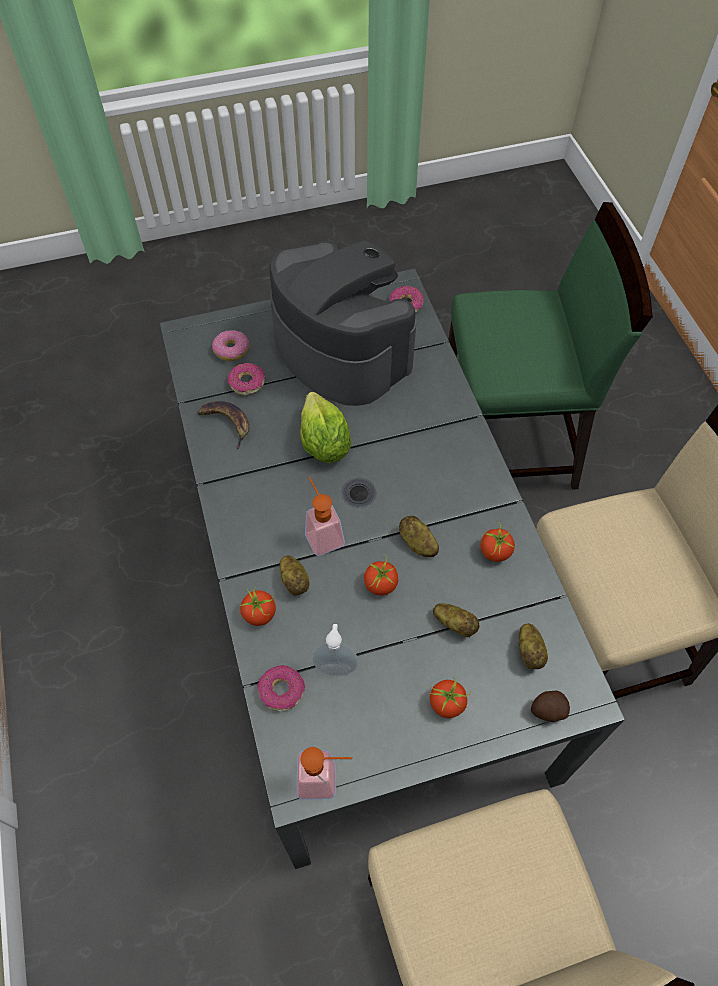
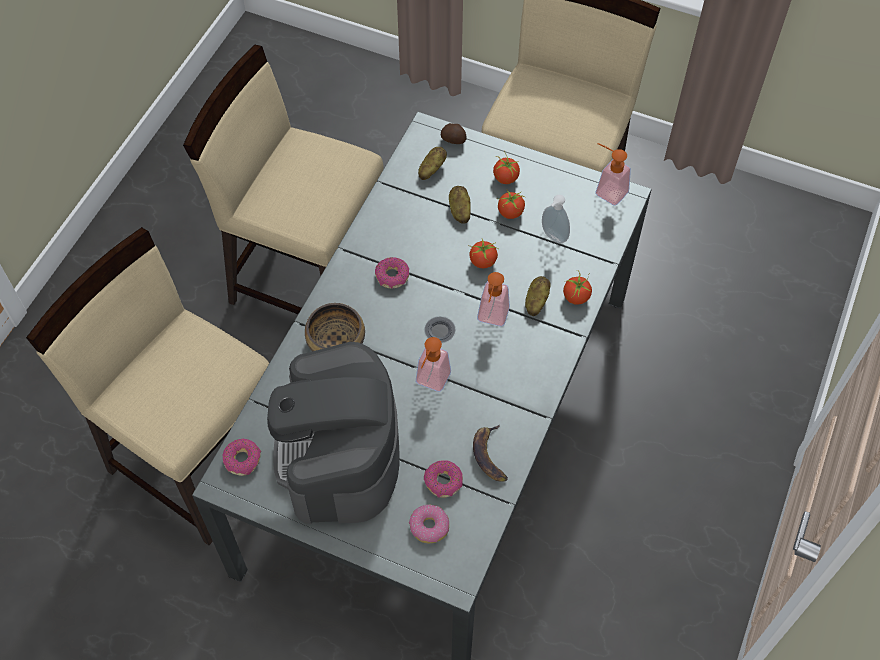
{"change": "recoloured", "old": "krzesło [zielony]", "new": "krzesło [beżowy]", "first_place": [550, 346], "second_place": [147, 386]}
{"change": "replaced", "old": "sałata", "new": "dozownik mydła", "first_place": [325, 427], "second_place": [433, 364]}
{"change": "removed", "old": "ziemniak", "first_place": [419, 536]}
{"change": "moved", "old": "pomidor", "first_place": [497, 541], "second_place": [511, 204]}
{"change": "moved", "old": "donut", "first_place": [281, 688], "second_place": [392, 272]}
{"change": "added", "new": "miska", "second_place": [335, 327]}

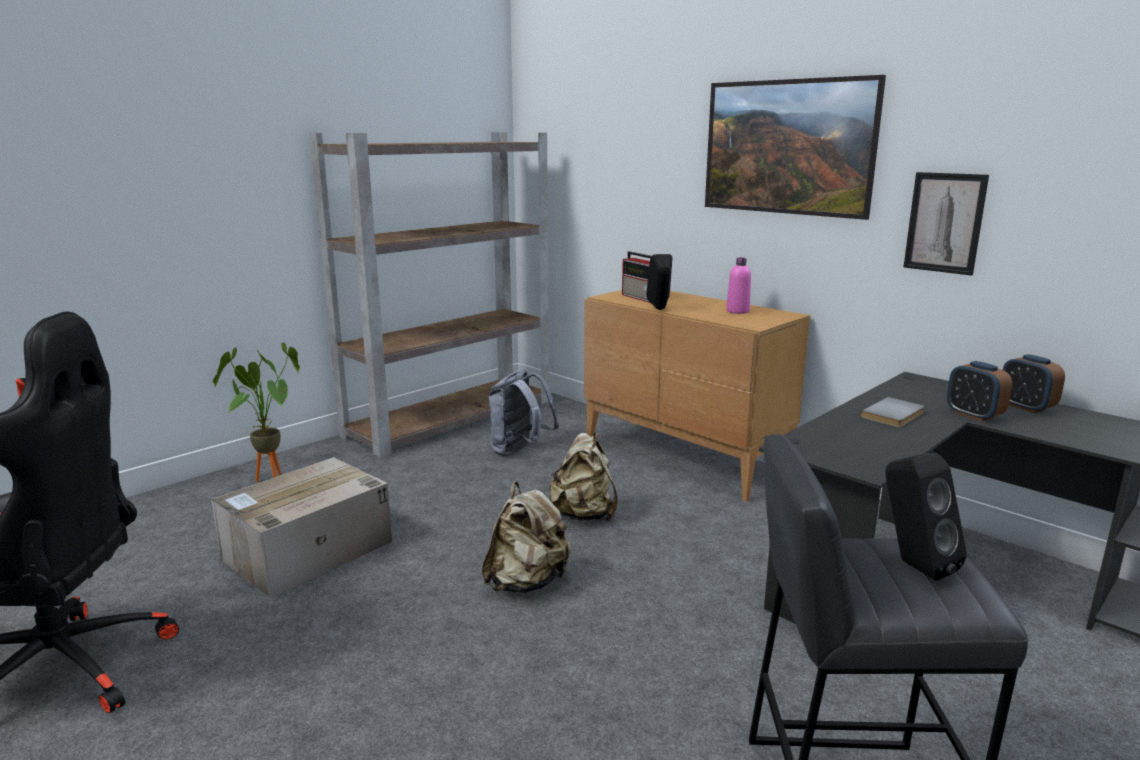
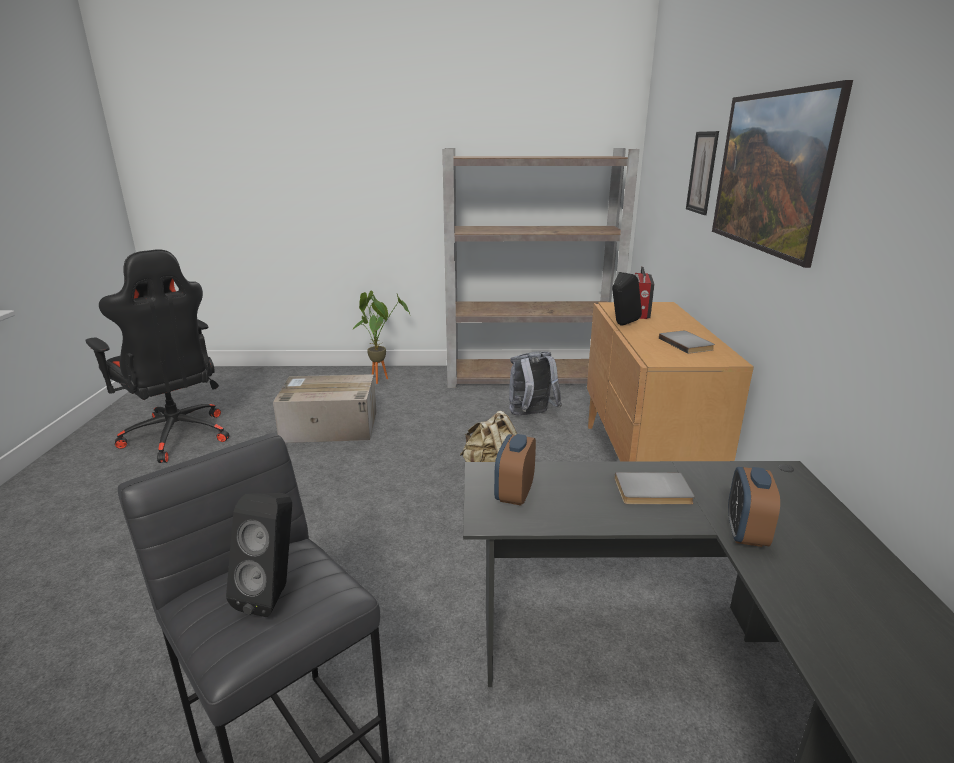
{"change": "moved", "old": "obraz", "first_place": [946, 224], "second_place": [702, 173]}
{"change": "replaced", "old": "butelka [różowy]", "new": "książka [szary]", "first_place": [738, 285], "second_place": [687, 342]}
{"change": "moved", "old": "budzik", "first_place": [1034, 383], "second_place": [515, 469]}
{"change": "removed", "old": "plecak [beżowy]", "first_place": [526, 537]}

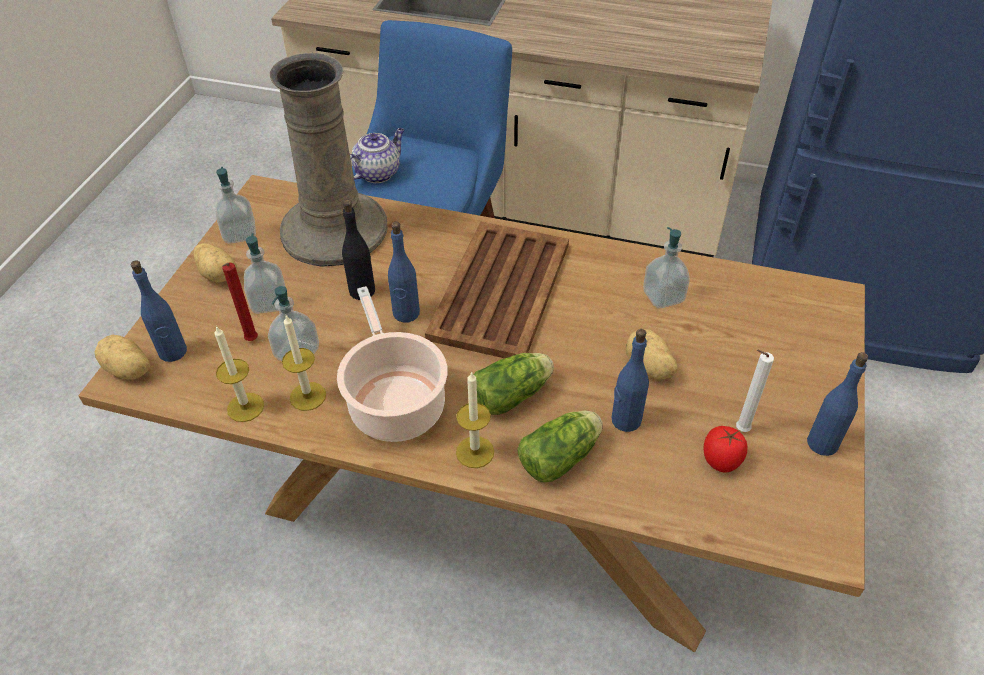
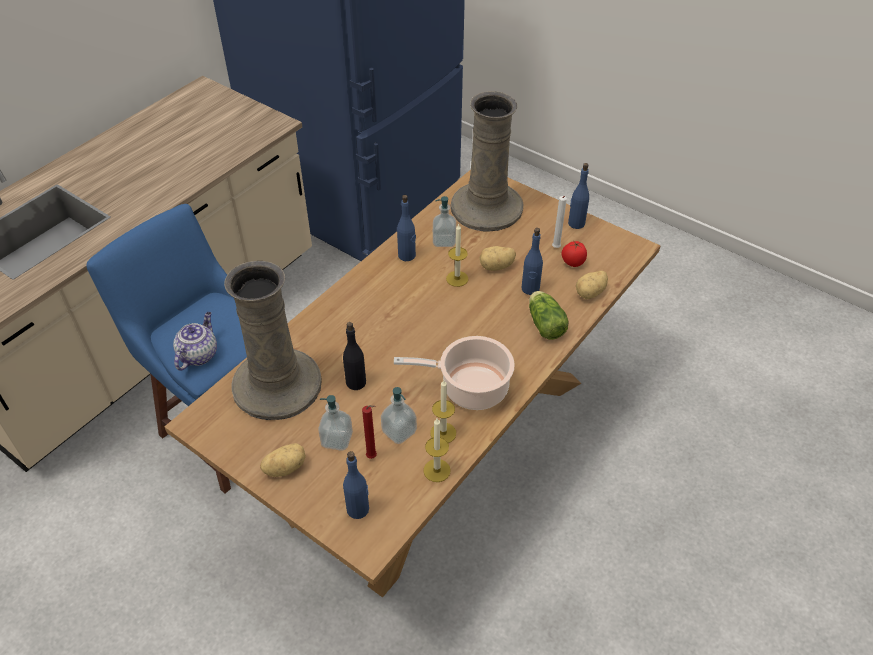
{"change": "turned", "old": "imbryk", "first_place": [377, 155], "second_place": [195, 341], "degrees": 45}
{"change": "removed", "old": "dozownik mydła", "first_place": [235, 205]}
{"change": "moved", "old": "butelka [niebieski]", "first_place": [404, 272], "second_place": [406, 228]}
{"change": "removed", "old": "taca [brązowy]", "first_place": [497, 290]}
{"change": "moved", "old": "ziemniak", "first_place": [122, 357], "second_place": [592, 285]}
{"change": "removed", "old": "sałata", "first_place": [514, 384]}
{"change": "moved", "old": "świeca", "first_place": [475, 419], "second_place": [457, 255]}
{"change": "added", "new": "wazon [beżowy]", "second_place": [487, 161]}

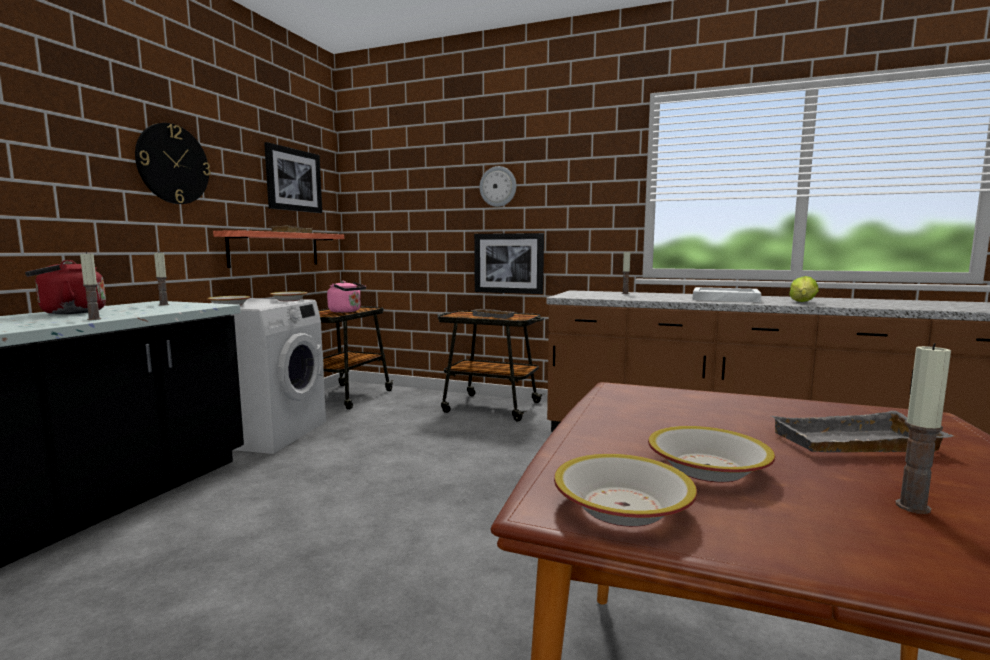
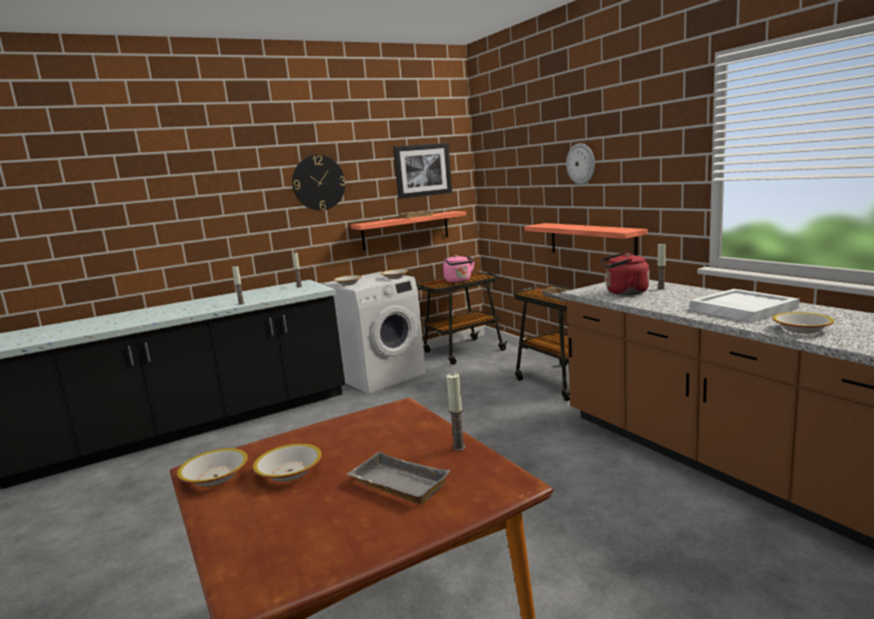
{"change": "replaced", "old": "obraz", "new": "półka", "first_place": [509, 263], "second_place": [586, 239]}
{"change": "moved", "old": "czajnik [czerwony]", "first_place": [65, 287], "second_place": [625, 274]}
{"change": "replaced", "old": "sałata", "new": "miska", "first_place": [804, 289], "second_place": [803, 322]}
{"change": "moved", "old": "świeca", "first_place": [923, 428], "second_place": [456, 412]}

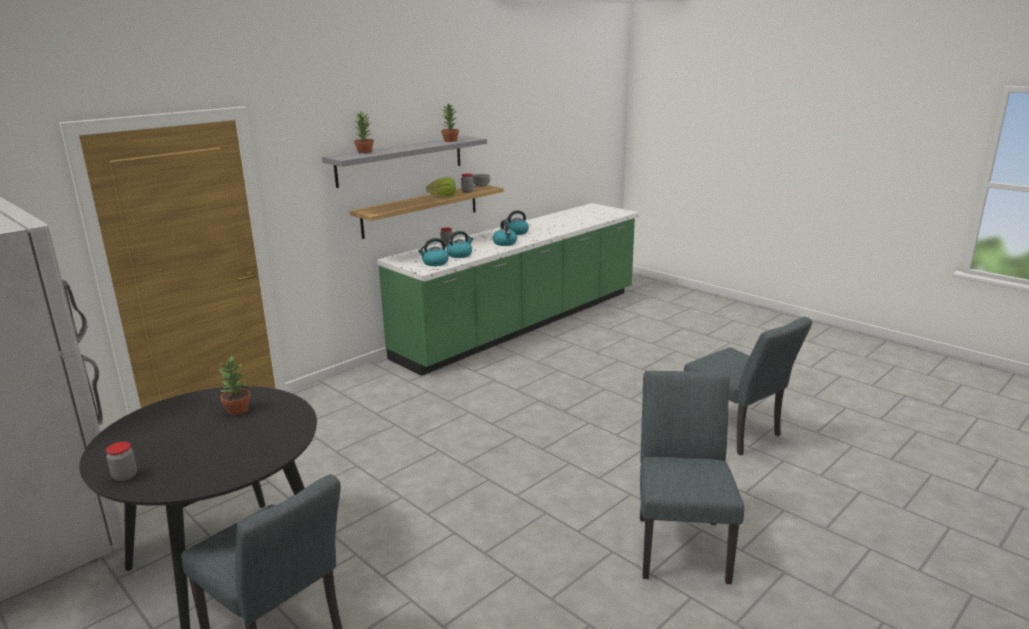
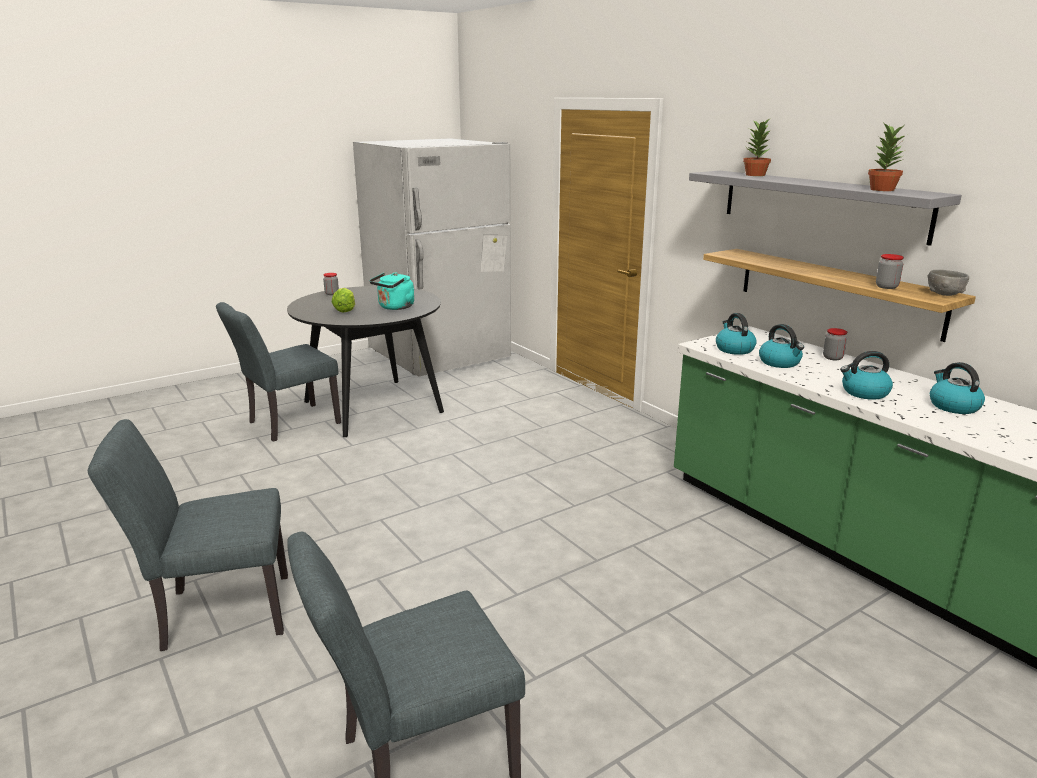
{"change": "moved", "old": "sałata", "first_place": [441, 187], "second_place": [343, 300]}
{"change": "replaced", "old": "roślina doniczkowa", "new": "czajnik [turkusowy]", "first_place": [235, 385], "second_place": [392, 291]}
{"change": "turned", "old": "krzesło [szary]", "first_place": [692, 477], "second_place": [188, 535], "degrees": 150}

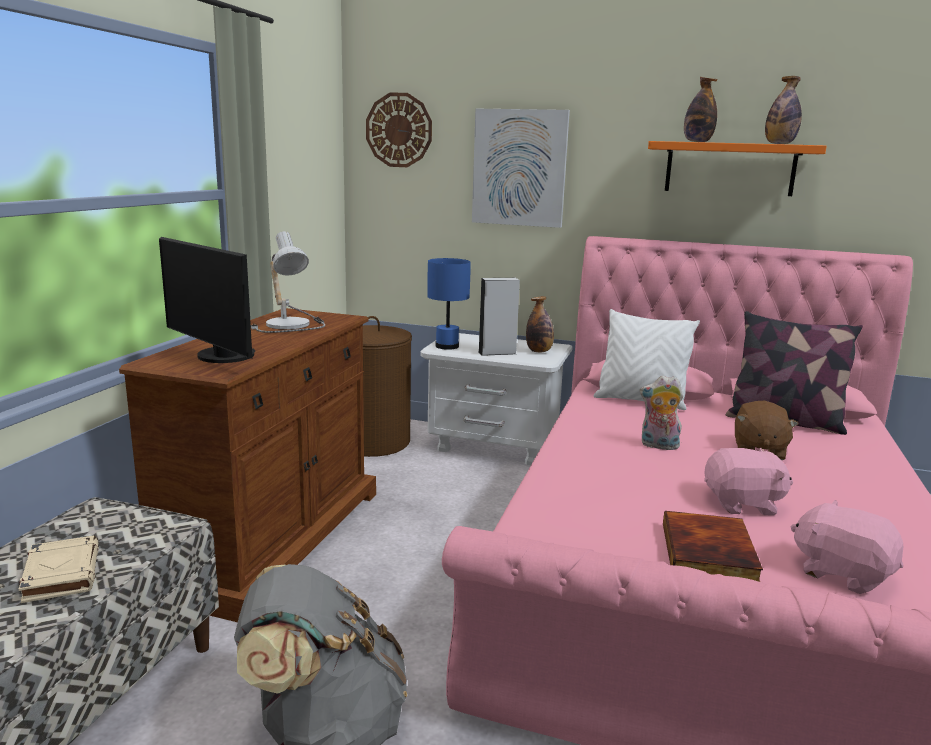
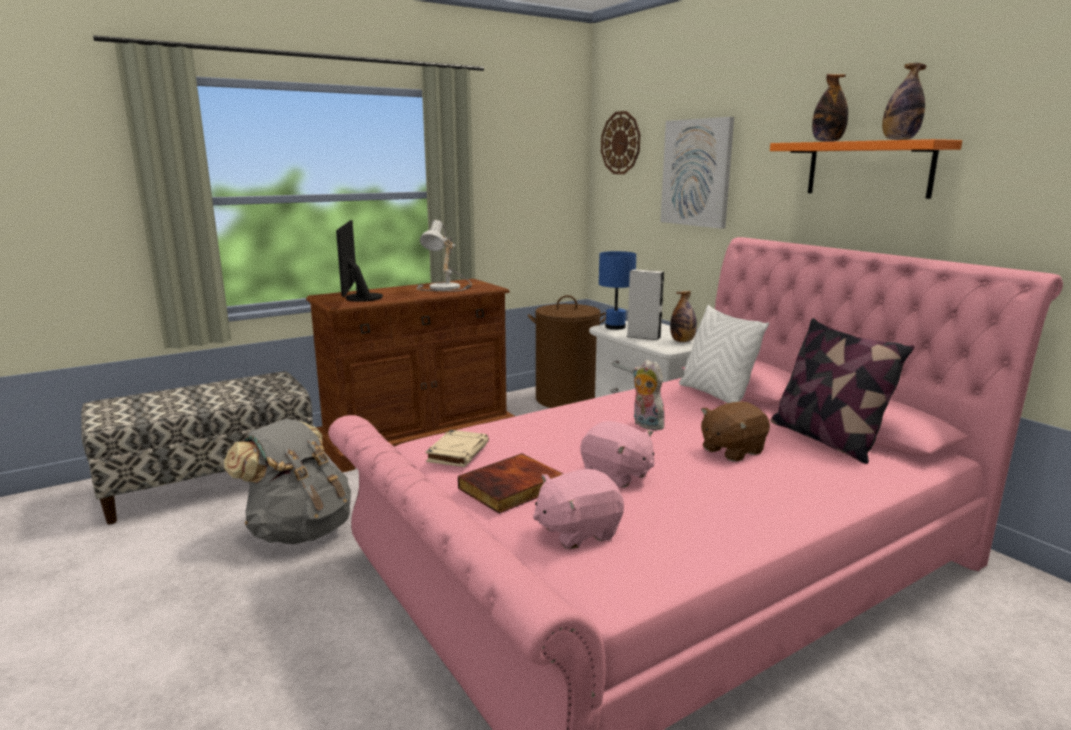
{"change": "turned", "old": "pluszak [różowy]", "first_place": [847, 547], "second_place": [578, 509], "degrees": -105}
{"change": "moved", "old": "książka [beżowy]", "first_place": [59, 569], "second_place": [457, 448]}

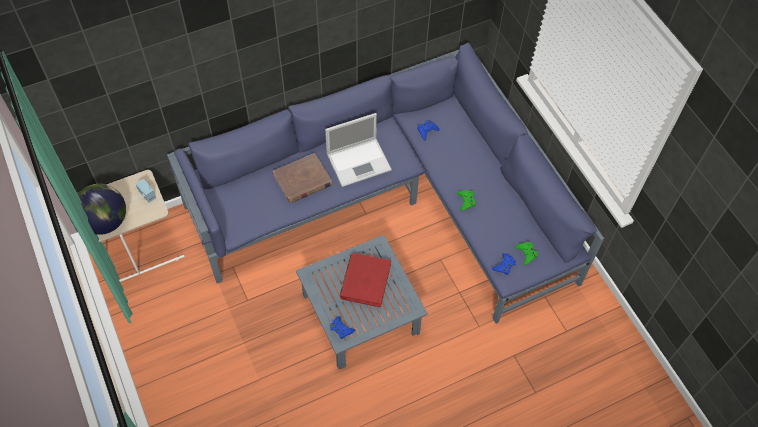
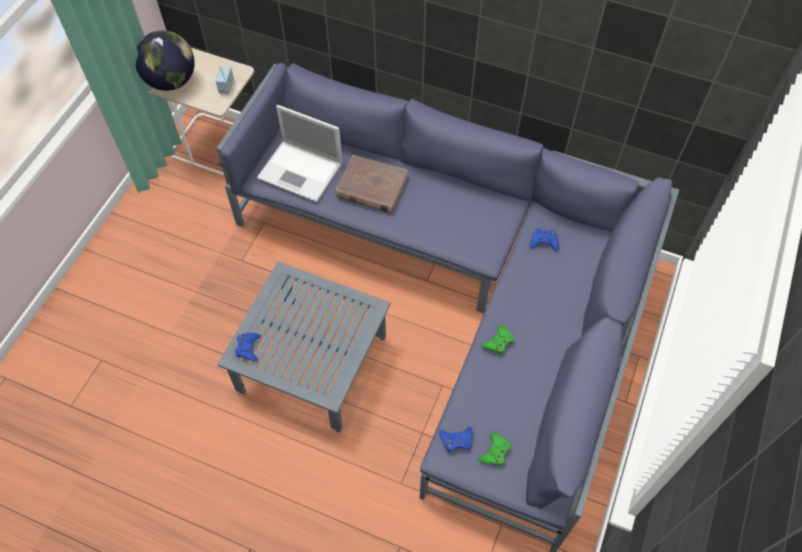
{"change": "moved", "old": "laptop", "first_place": [358, 150], "second_place": [299, 153]}
{"change": "removed", "old": "książka [czerwony]", "first_place": [365, 280]}

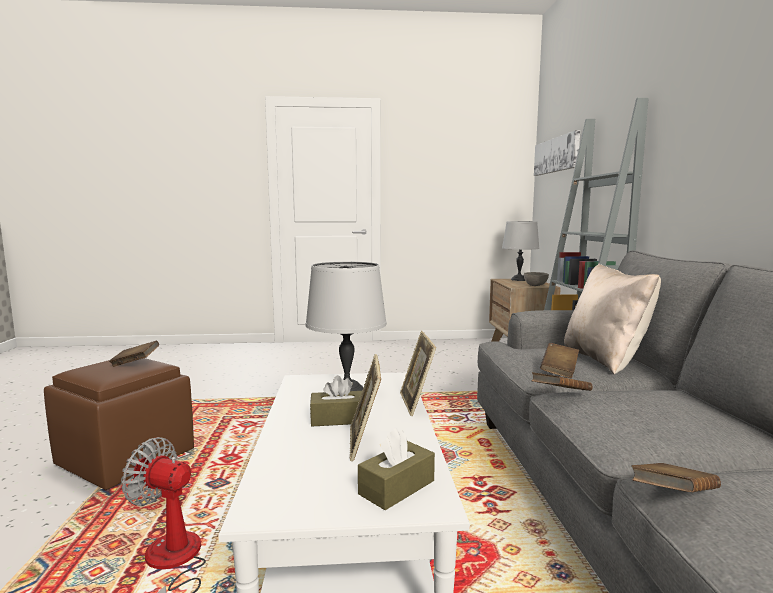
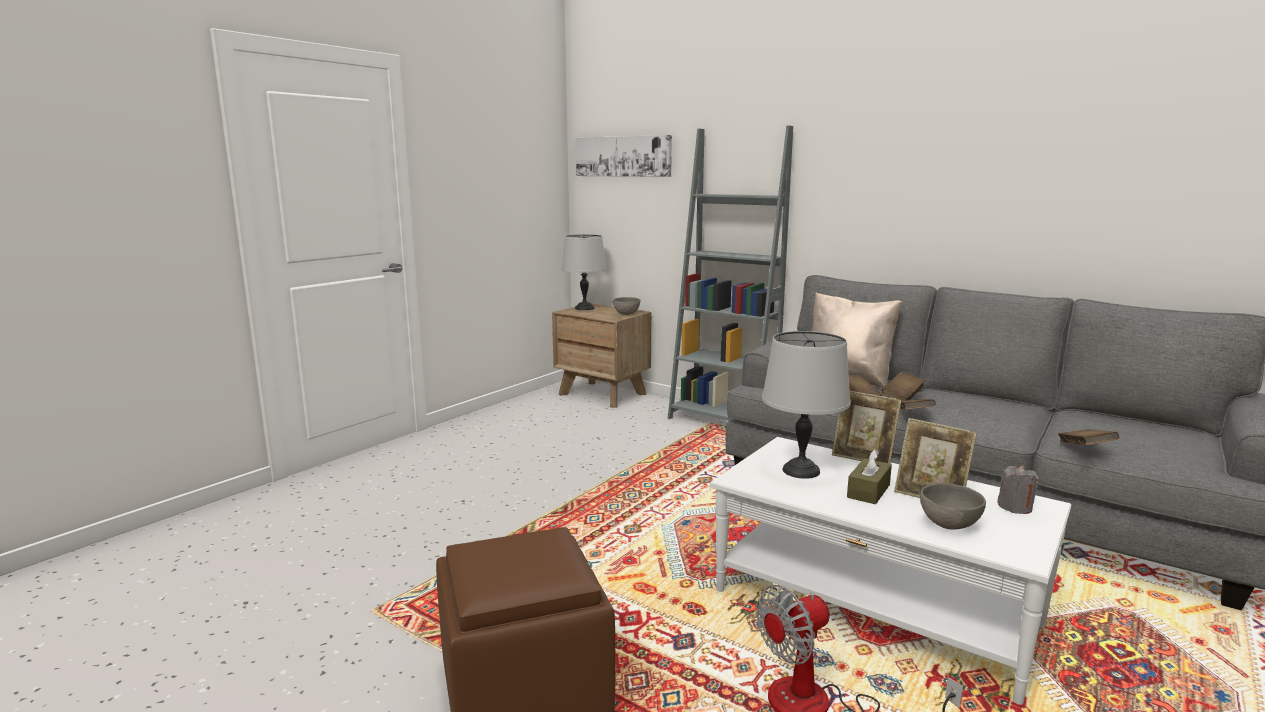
{"change": "moved", "old": "książka [brązowy]", "first_place": [134, 353], "second_place": [903, 386]}
{"change": "replaced", "old": "pudełko chusteczek [brązowy]", "new": "świeca [szary]", "first_place": [396, 469], "second_place": [1018, 490]}
{"change": "added", "new": "miska [szary]", "second_place": [953, 506]}

